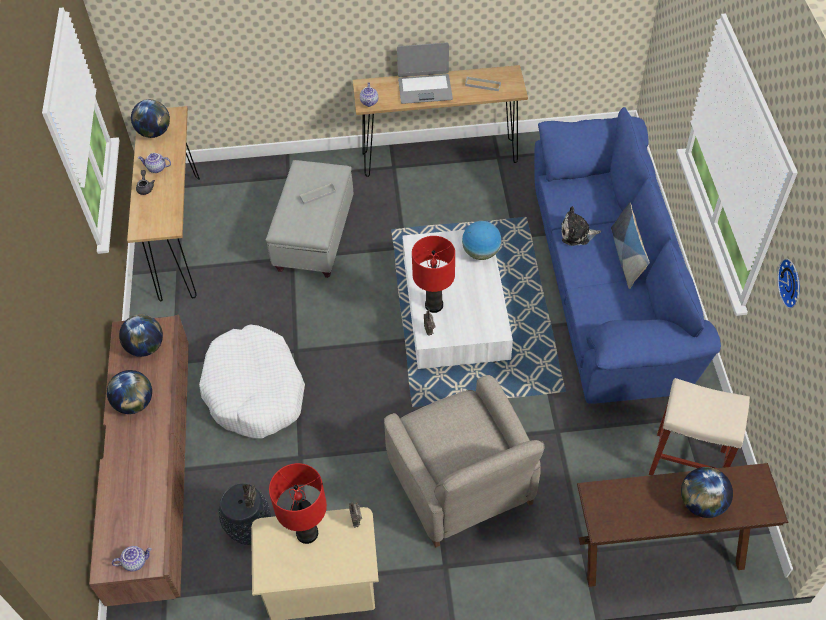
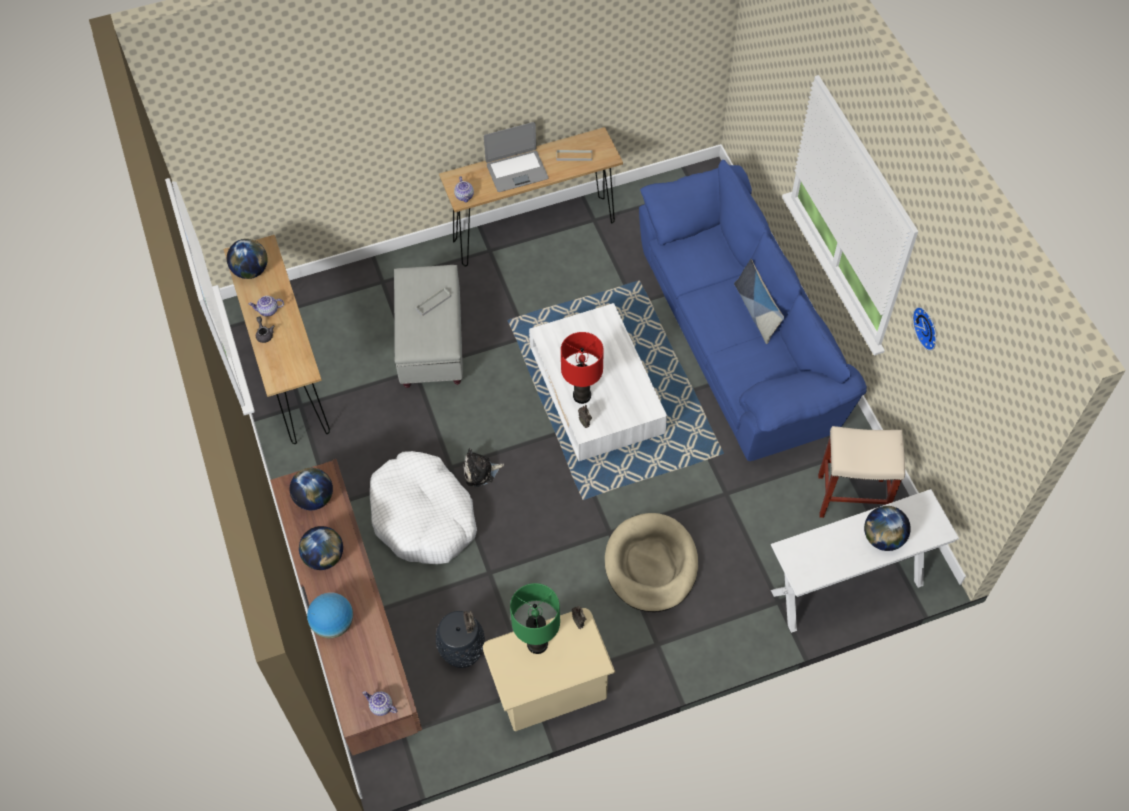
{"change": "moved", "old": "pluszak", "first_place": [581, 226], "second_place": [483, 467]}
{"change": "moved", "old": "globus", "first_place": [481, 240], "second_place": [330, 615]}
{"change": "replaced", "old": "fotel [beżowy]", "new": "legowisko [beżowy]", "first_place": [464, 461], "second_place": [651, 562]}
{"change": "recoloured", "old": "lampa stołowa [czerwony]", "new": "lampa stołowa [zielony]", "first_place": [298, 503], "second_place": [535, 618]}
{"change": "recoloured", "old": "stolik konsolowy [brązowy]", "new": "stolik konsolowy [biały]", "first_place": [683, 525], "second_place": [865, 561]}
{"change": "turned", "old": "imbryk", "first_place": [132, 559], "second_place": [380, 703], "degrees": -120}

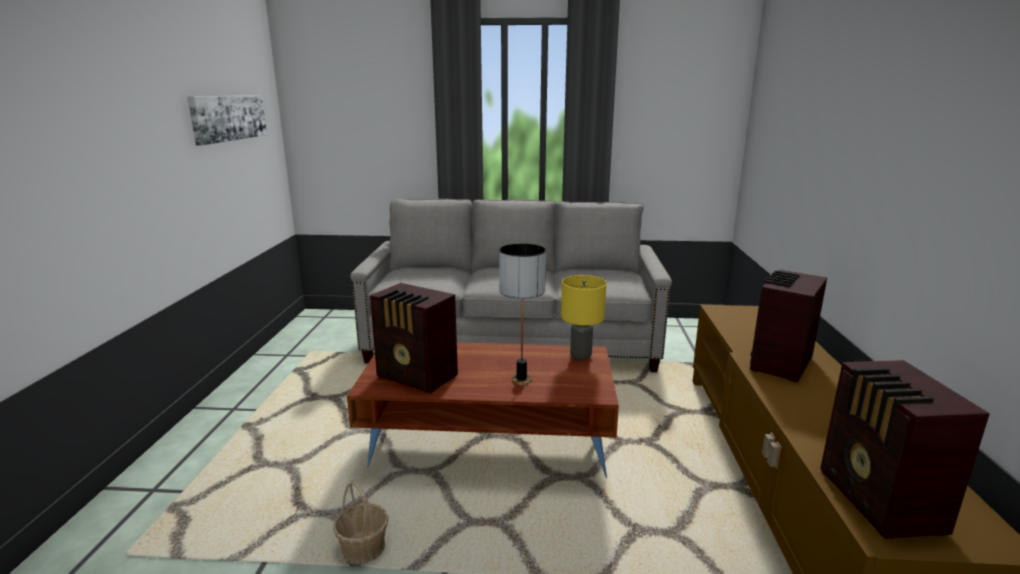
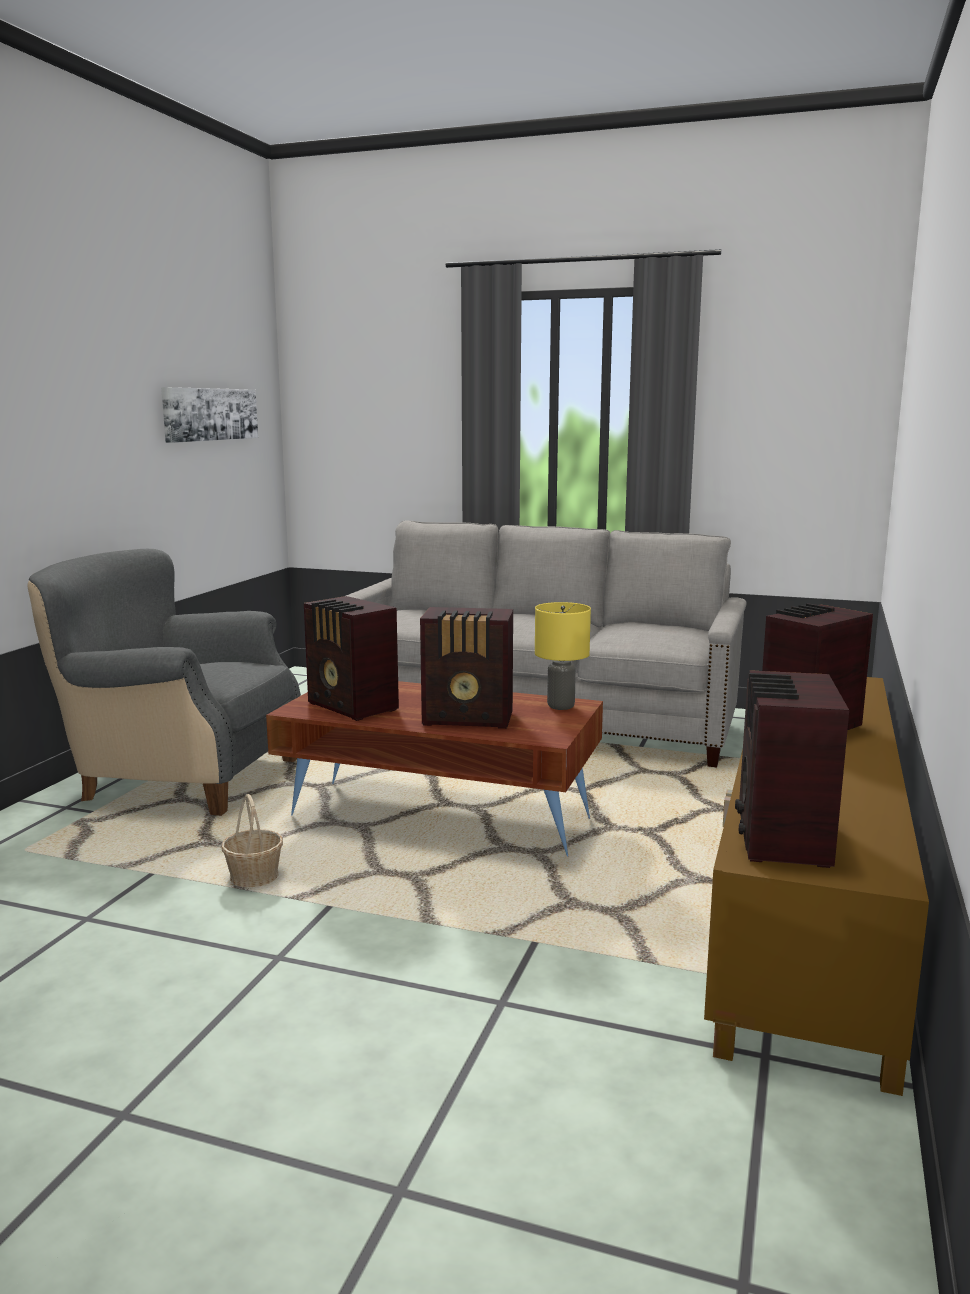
{"change": "replaced", "old": "lampa stołowa", "new": "radio", "first_place": [522, 314], "second_place": [466, 668]}
{"change": "added", "new": "fotel [szary]", "second_place": [164, 682]}

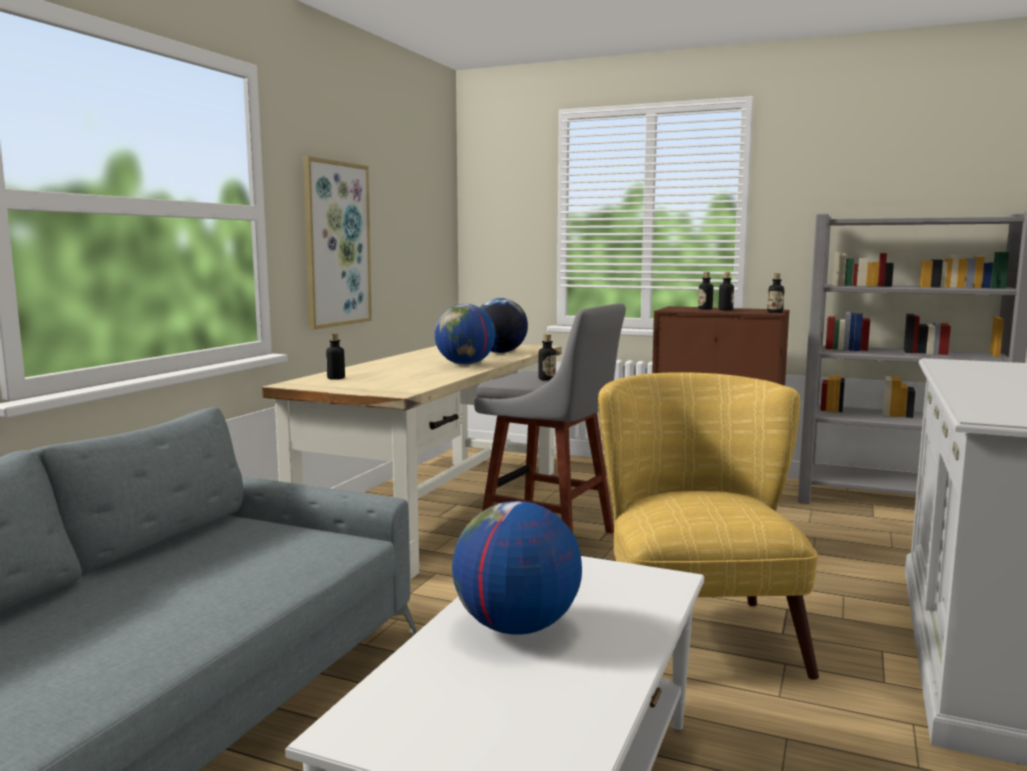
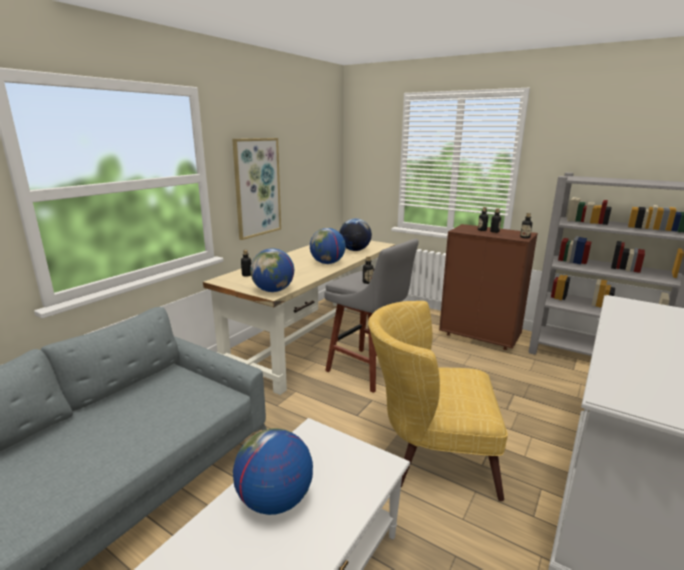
{"change": "turned", "old": "fotel [żółty]", "first_place": [708, 526], "second_place": [438, 401], "degrees": -90}
{"change": "added", "new": "globus", "second_place": [272, 270]}

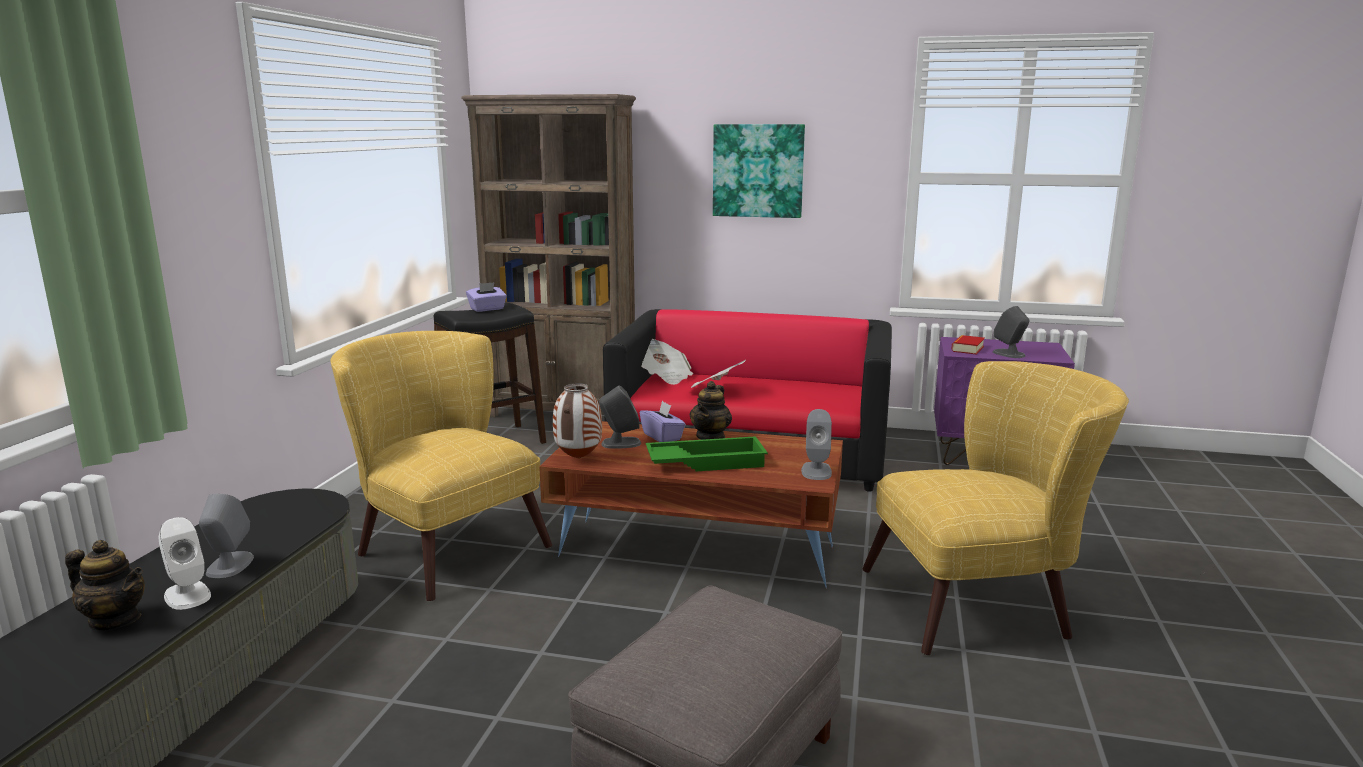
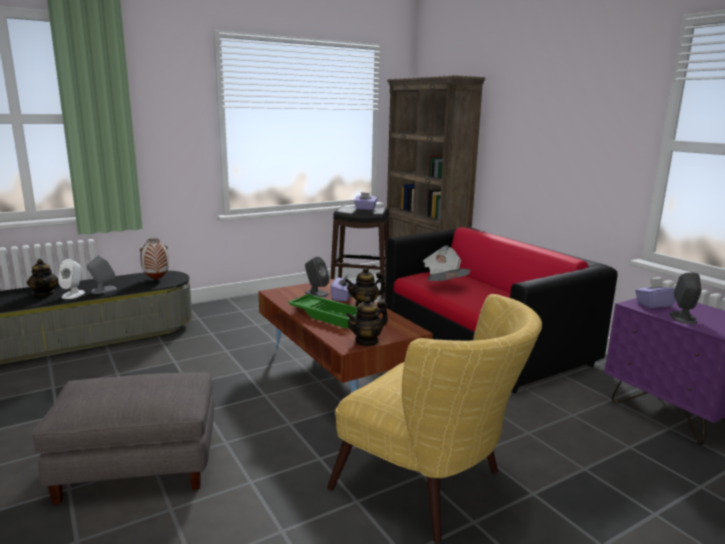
{"change": "removed", "old": "obraz", "first_place": [759, 171]}
{"change": "removed", "old": "fotel [żółty]", "first_place": [441, 466]}
{"change": "replaced", "old": "książka", "new": "pudełko chusteczek [fioletowy]", "first_place": [968, 345], "second_place": [655, 293]}
{"change": "moved", "old": "wazon", "first_place": [577, 421], "second_place": [154, 259]}
{"change": "replaced", "old": "głośnik [szary]", "new": "imbryk", "first_place": [816, 444], "second_place": [367, 321]}

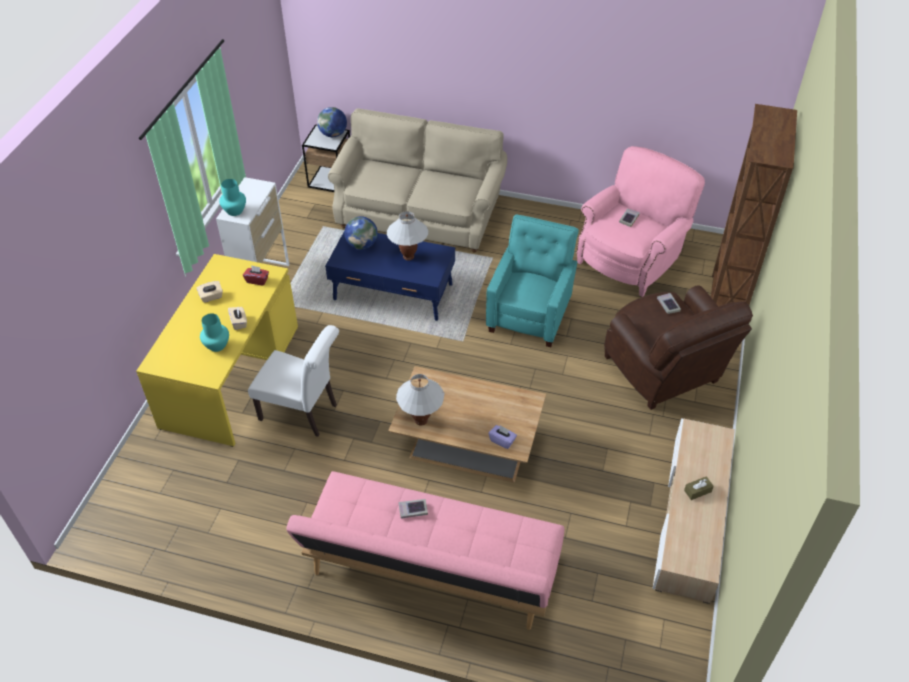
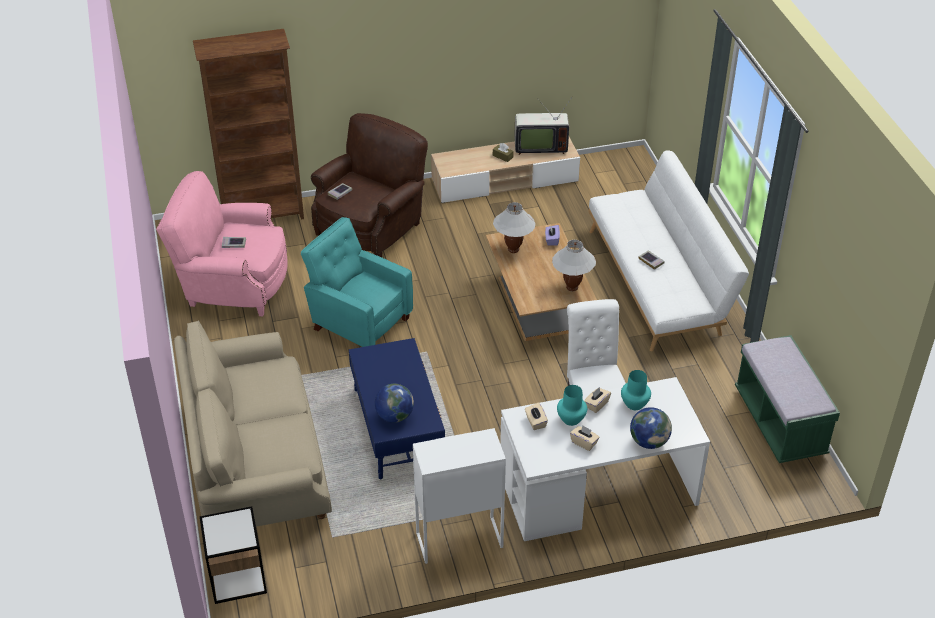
{"change": "moved", "old": "globus", "first_place": [332, 122], "second_place": [651, 428]}
{"change": "moved", "old": "wazon [turkusowy]", "first_place": [232, 197], "second_place": [572, 405]}
{"change": "moved", "old": "lampa stołowa [biały]", "first_place": [407, 236], "second_place": [514, 227]}
{"change": "turned", "old": "fotel [turkusowy]", "first_place": [532, 280], "second_place": [357, 282], "degrees": 45}
{"change": "recoloured", "old": "biurko [żółty]", "new": "biurko [biały]", "first_place": [217, 350], "second_place": [605, 459]}
{"change": "recoloured", "old": "pudełko chusteczek [czerwony]", "new": "pudełko chusteczek [beżowy]", "first_place": [256, 275], "second_place": [536, 416]}
{"change": "recoloured", "old": "kanapa [różowy]", "new": "kanapa [biały]", "first_place": [425, 550], "second_place": [668, 250]}
{"change": "added", "new": "telewizor", "second_place": [542, 126]}
{"change": "added", "new": "ławka [zielony]", "second_place": [787, 399]}

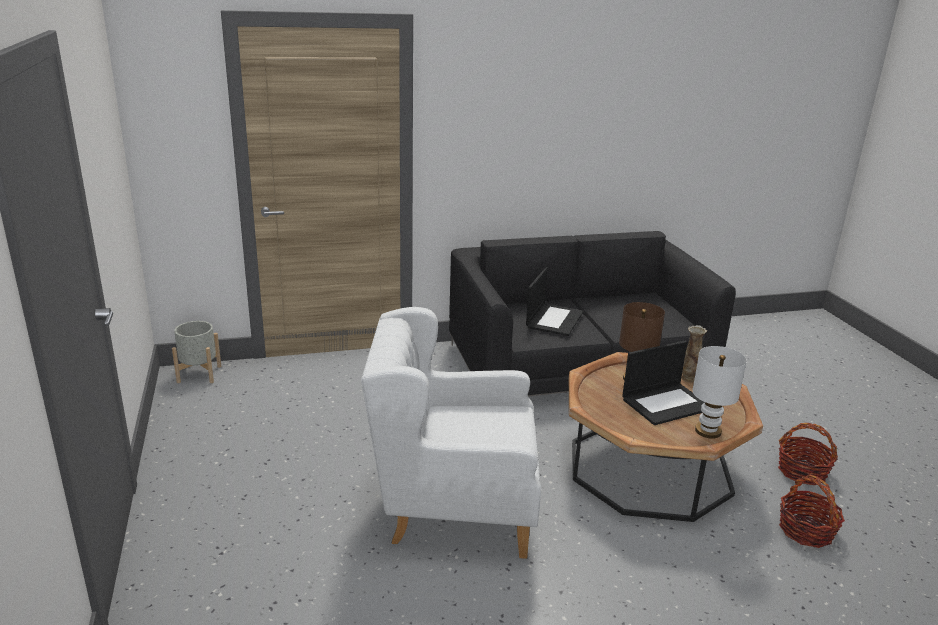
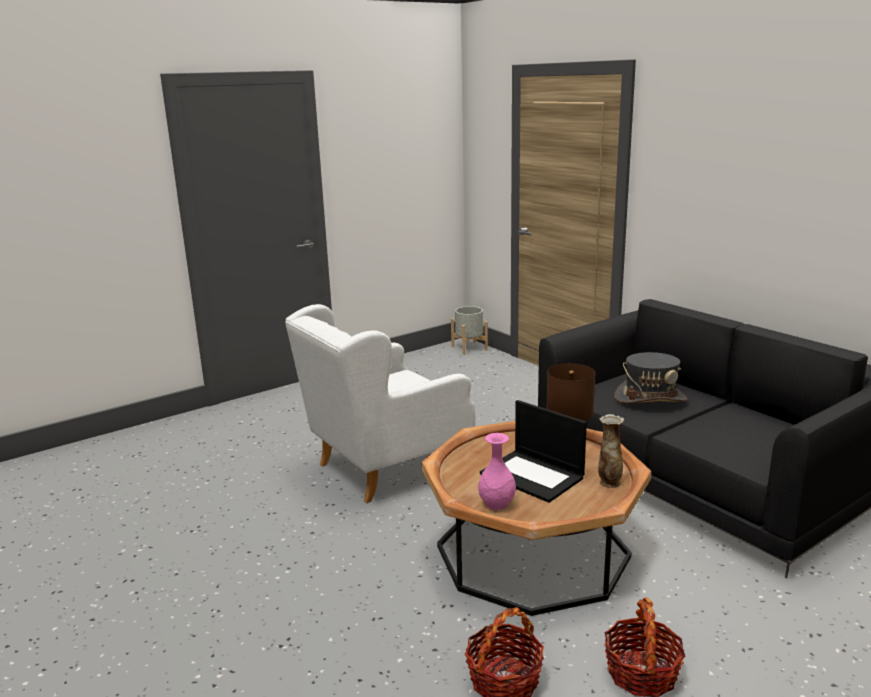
{"change": "replaced", "old": "laptop", "new": "kapelusz [szary]", "first_place": [554, 301], "second_place": [650, 377]}
{"change": "turned", "old": "fotel [biały]", "first_place": [451, 433], "second_place": [380, 403], "degrees": -105}
{"change": "replaced", "old": "lampa stołowa [biały]", "new": "wazon [różowy]", "first_place": [719, 392], "second_place": [497, 471]}

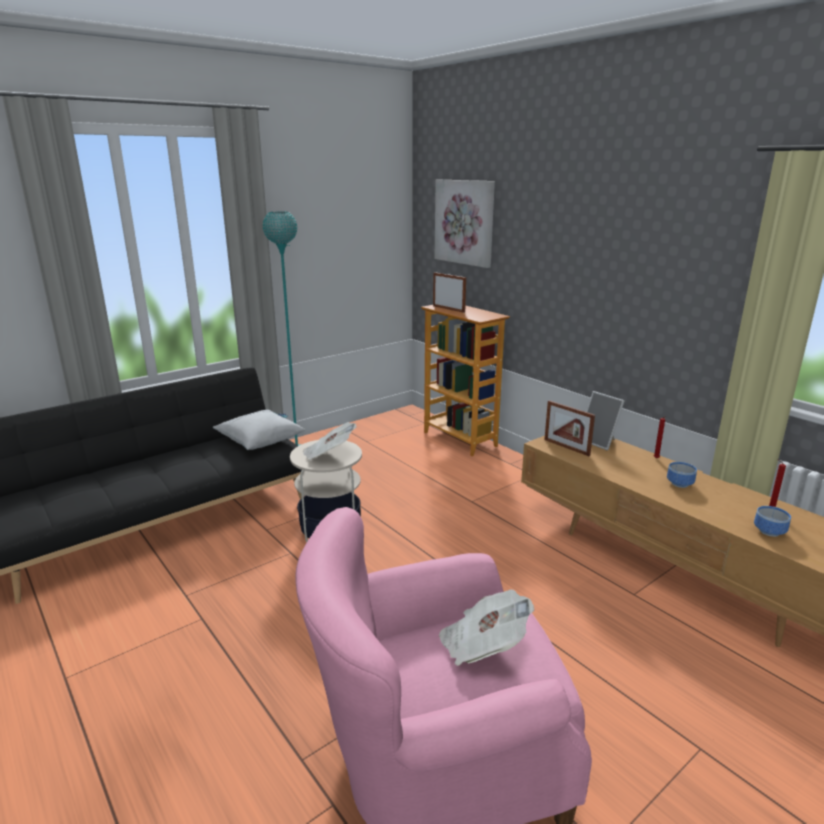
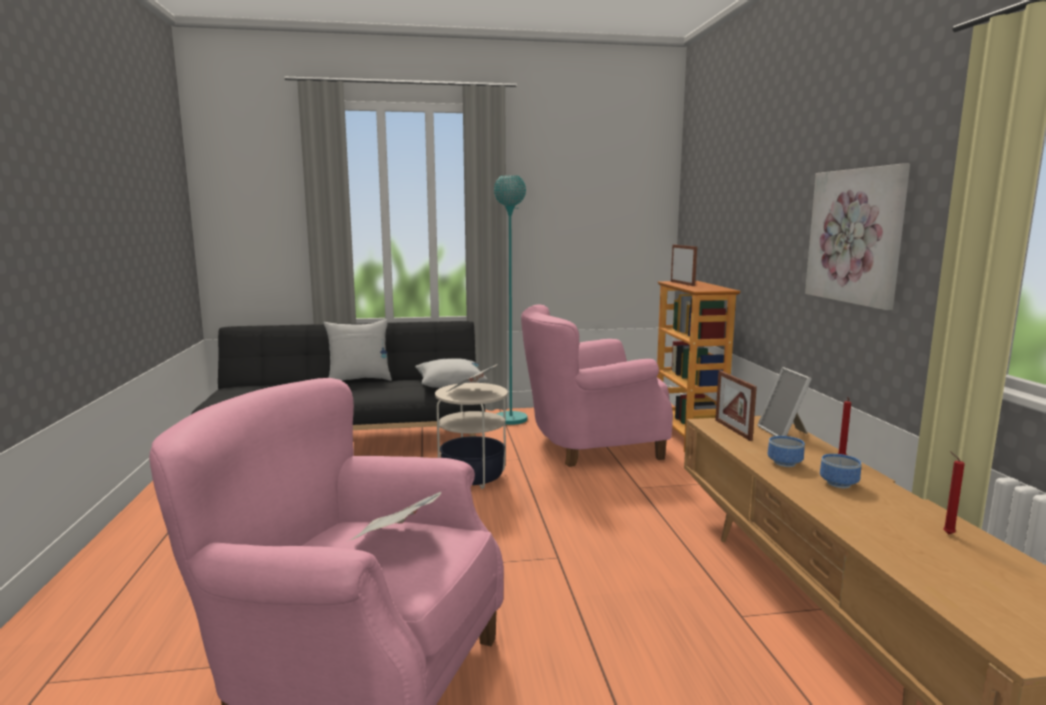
{"change": "moved", "old": "obraz", "first_place": [465, 224], "second_place": [857, 237]}
{"change": "moved", "old": "miska", "first_place": [772, 521], "second_place": [786, 451]}
{"change": "added", "new": "fotel [różowy]", "second_place": [597, 386]}
{"change": "added", "new": "poduszka [szary]", "second_place": [358, 350]}

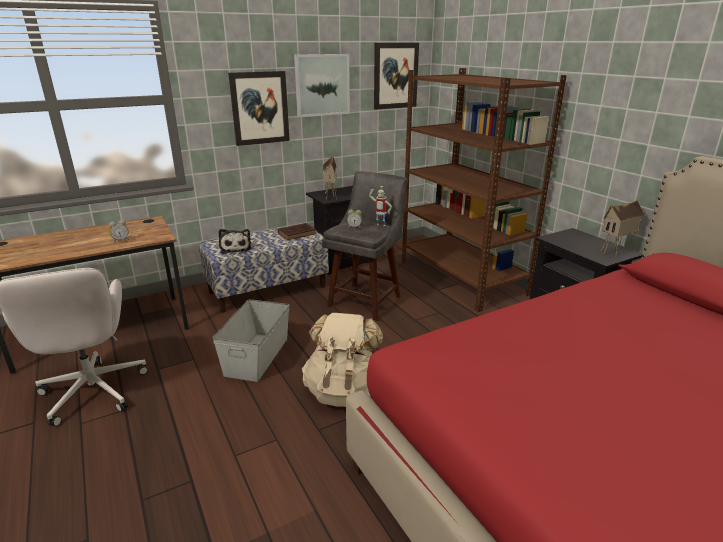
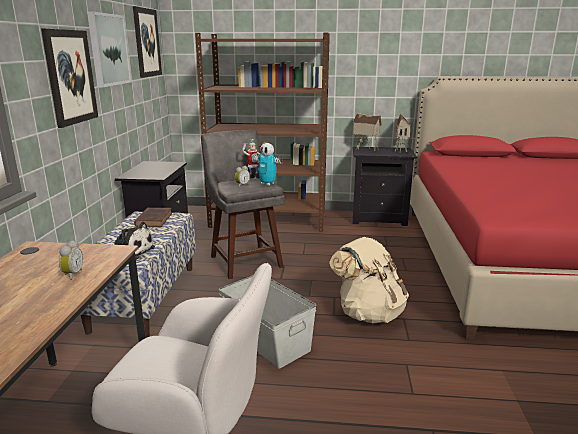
{"change": "moved", "old": "domek", "first_place": [329, 178], "second_place": [367, 131]}
{"change": "added", "new": "robot zabawkowy", "second_place": [267, 164]}

